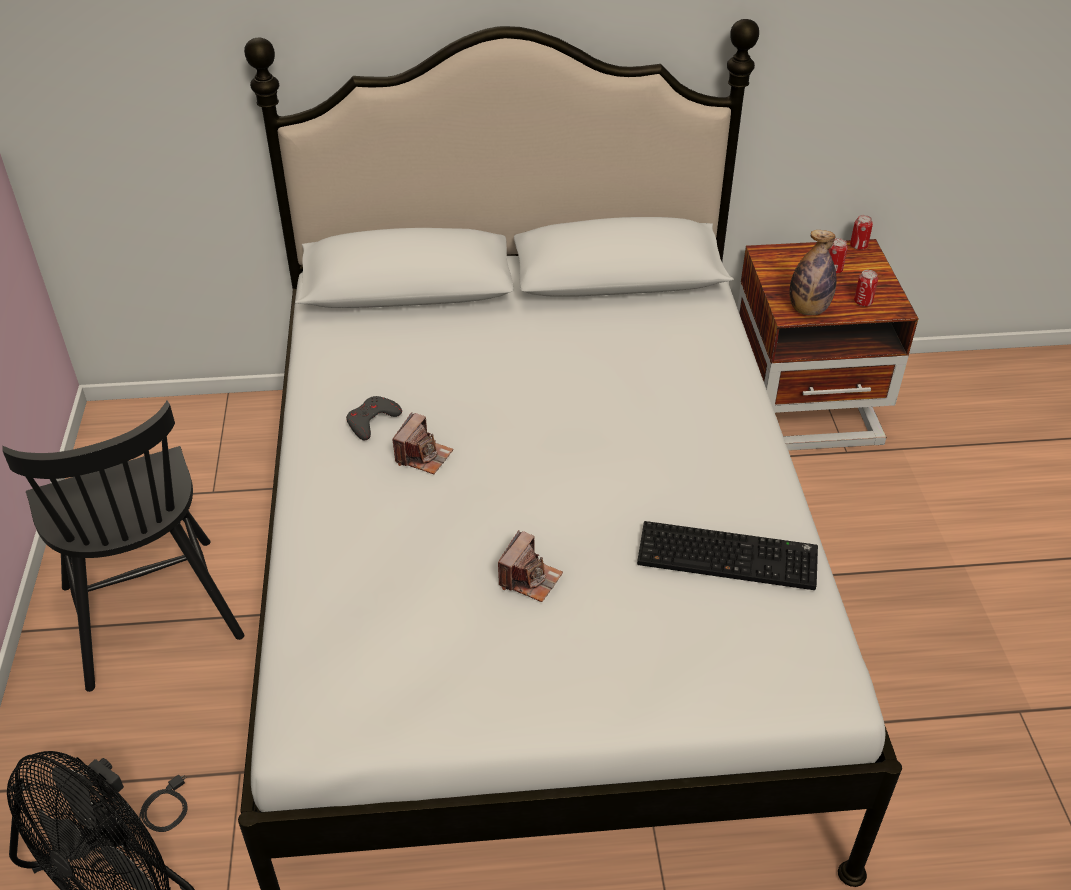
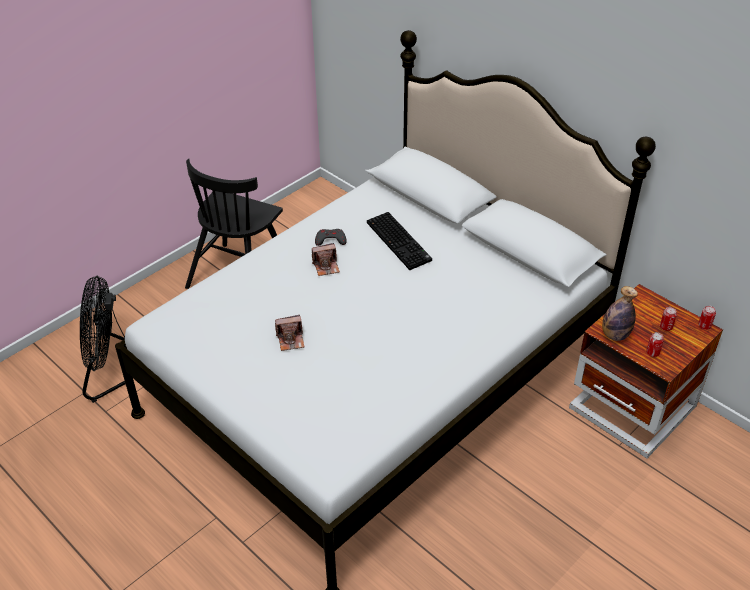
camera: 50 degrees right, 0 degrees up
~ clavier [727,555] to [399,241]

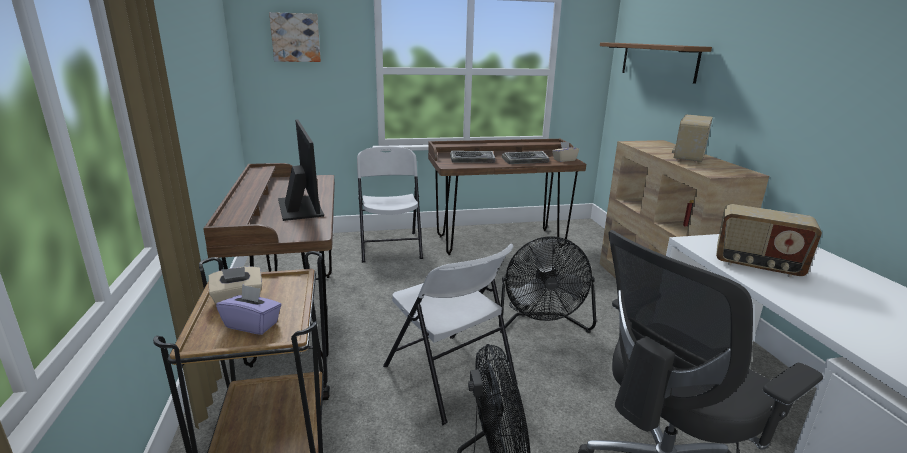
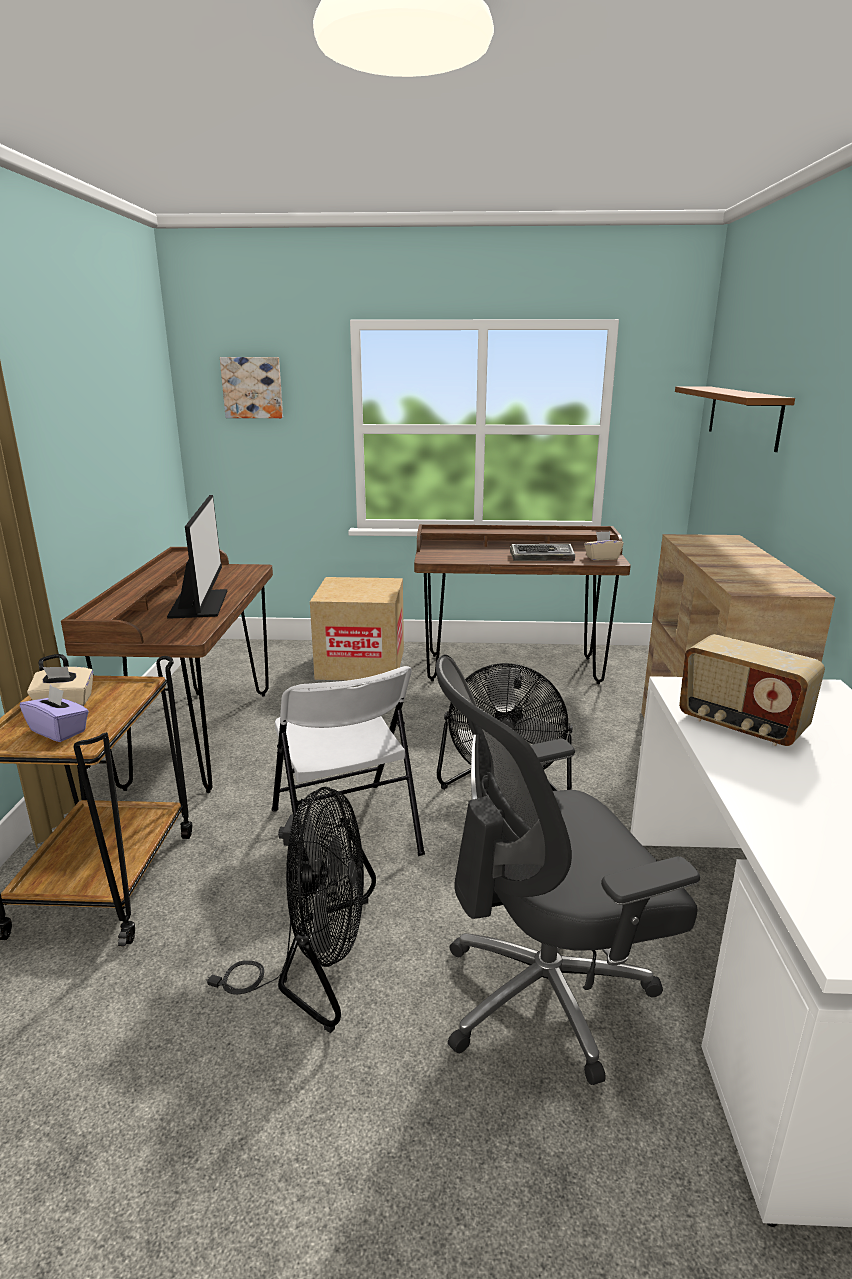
camera: 15 degrees right, 0 degrees up
~ chaise (blanc) [390,204] to carton [357,628]
- clavier [472,157]
- radio [692,138]

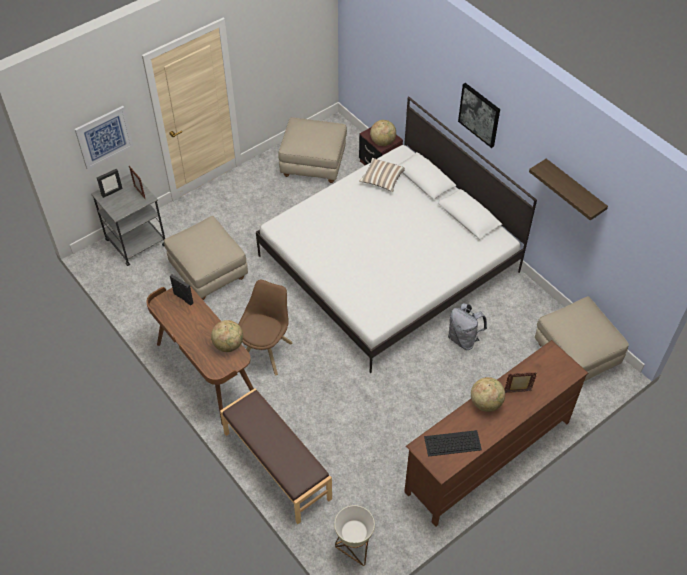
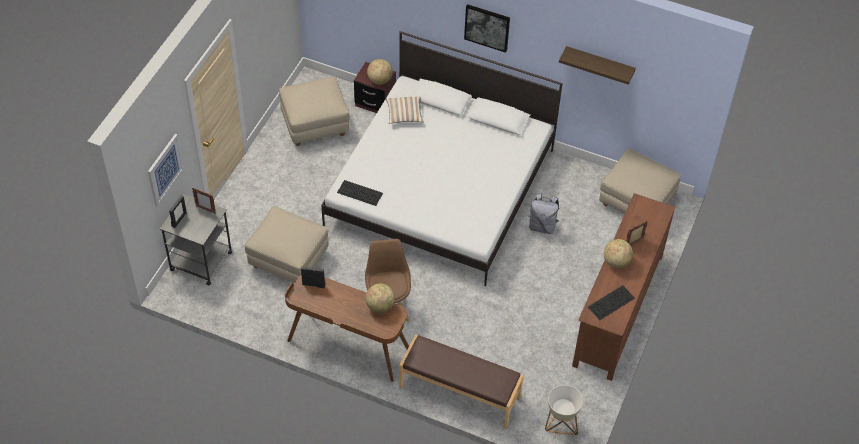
camera: 30 degrees left, 0 degrees up
+ clavier [360,193]

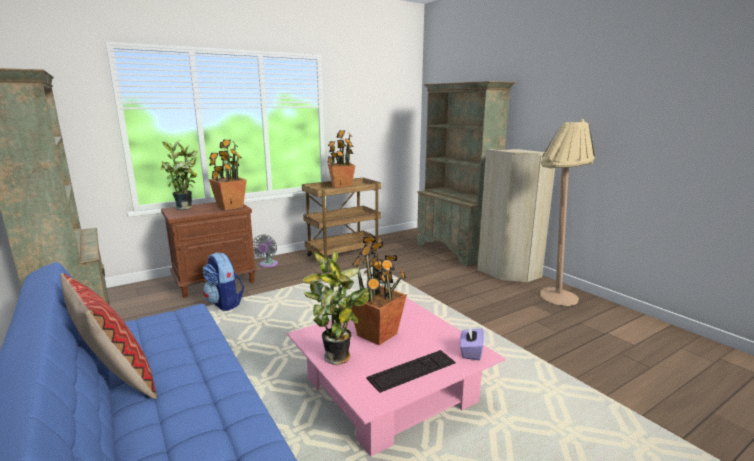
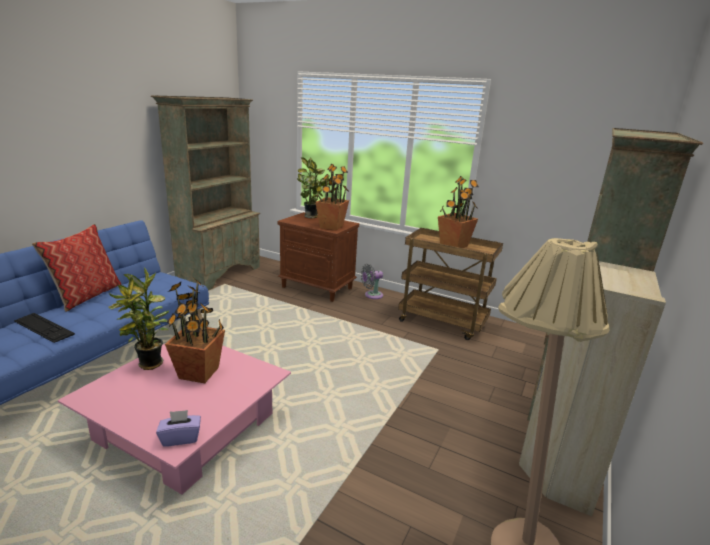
camera: 60 degrees right, 5 degrees up
- sac à dos [223,281]
~ clavier [411,371] to [44,328]

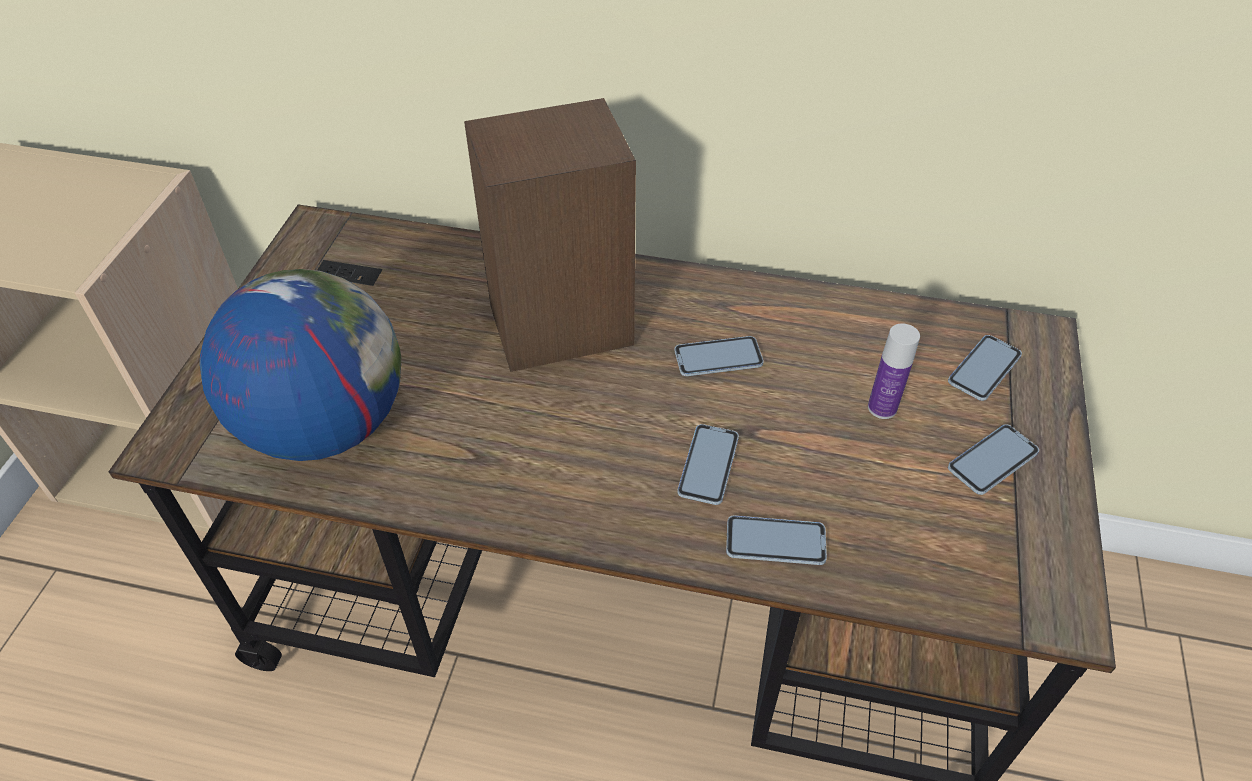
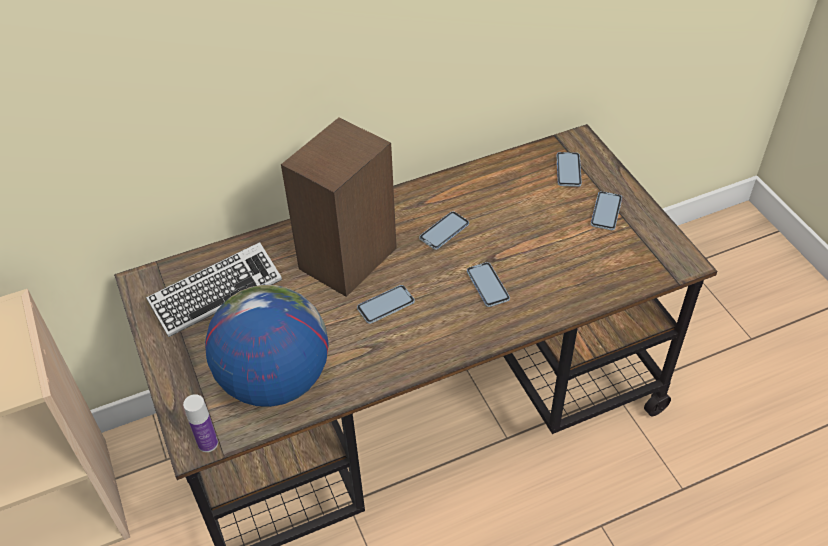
camera: 35 degrees left, 0 degrees up
~ téléphone [776,540] to [386,304]
~ bouteille [894,371] to [200,423]
+ clavier [214,289]

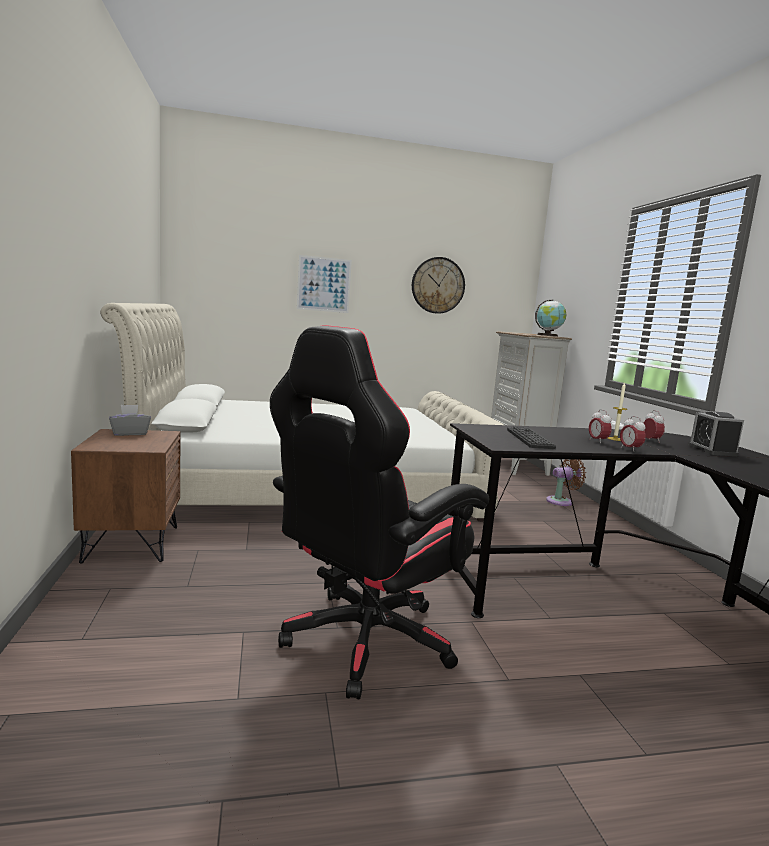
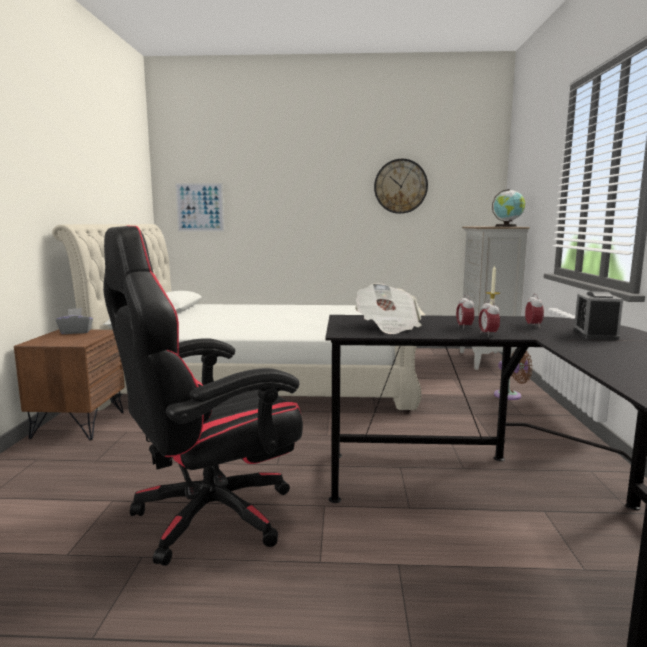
camera: 15 degrees right, 0 degrees up
~ tableau [324,284] to [199,207]
~ clavier [531,438] to journal [388,308]

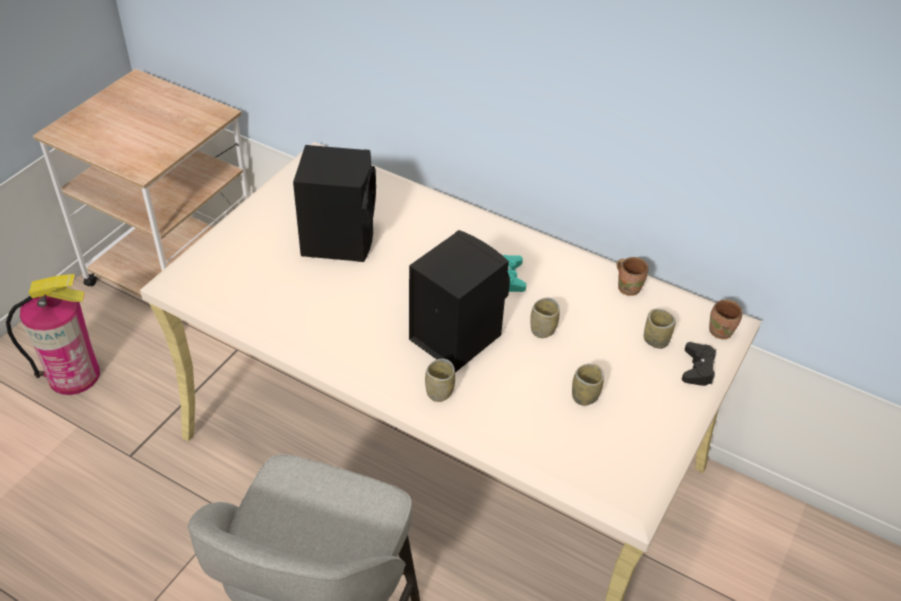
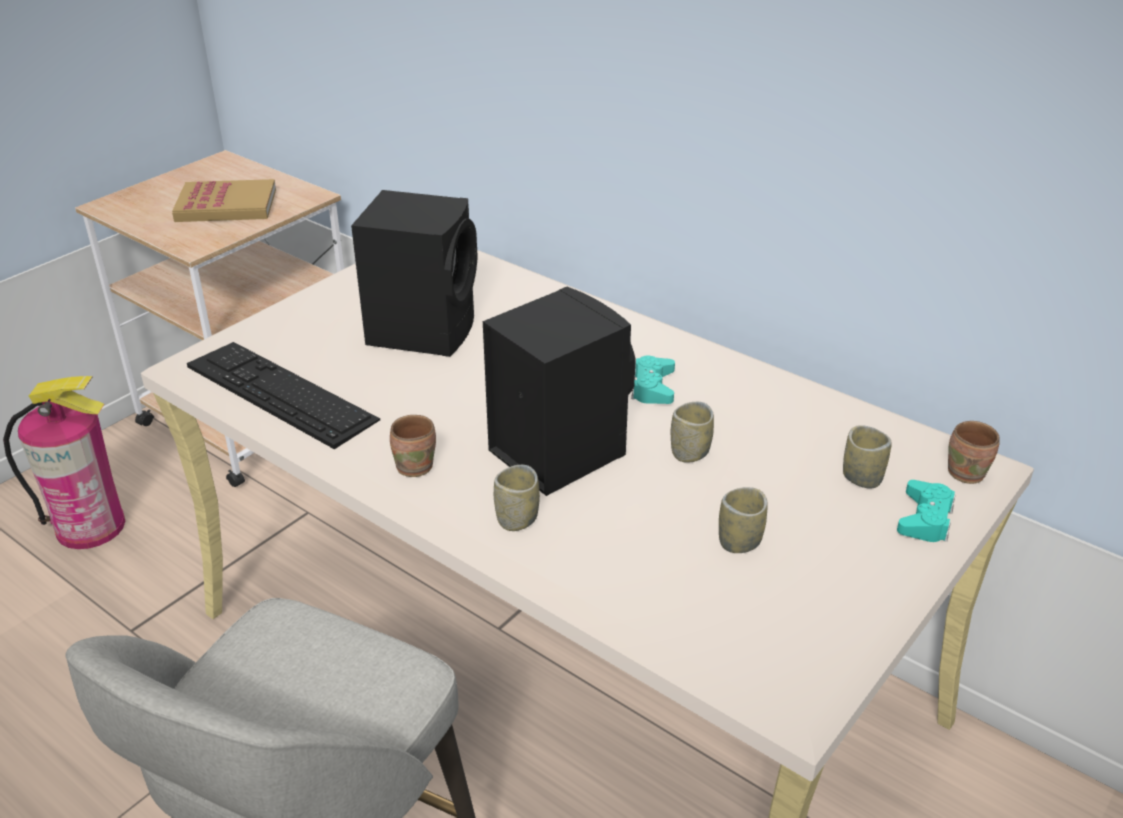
camera: 10 degrees right, 10 degrees down
~ mug (marron) [633,276] to [413,446]
~ manette (noir) [699,364] to manette (turquoise) [926,511]
+ livre [224,200]
+ clavier [283,395]

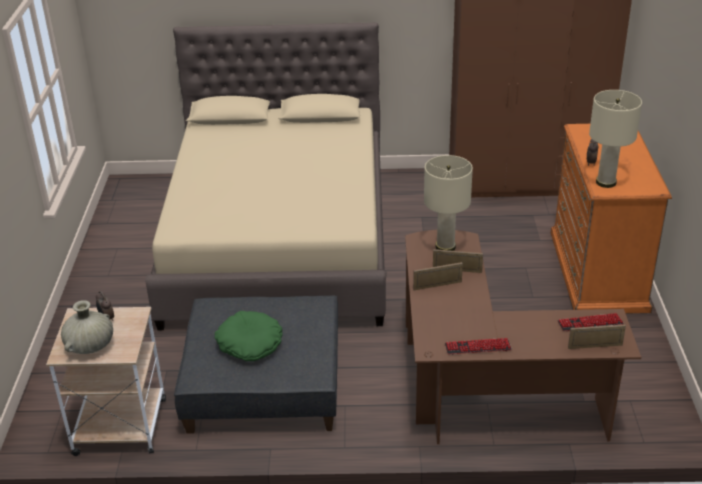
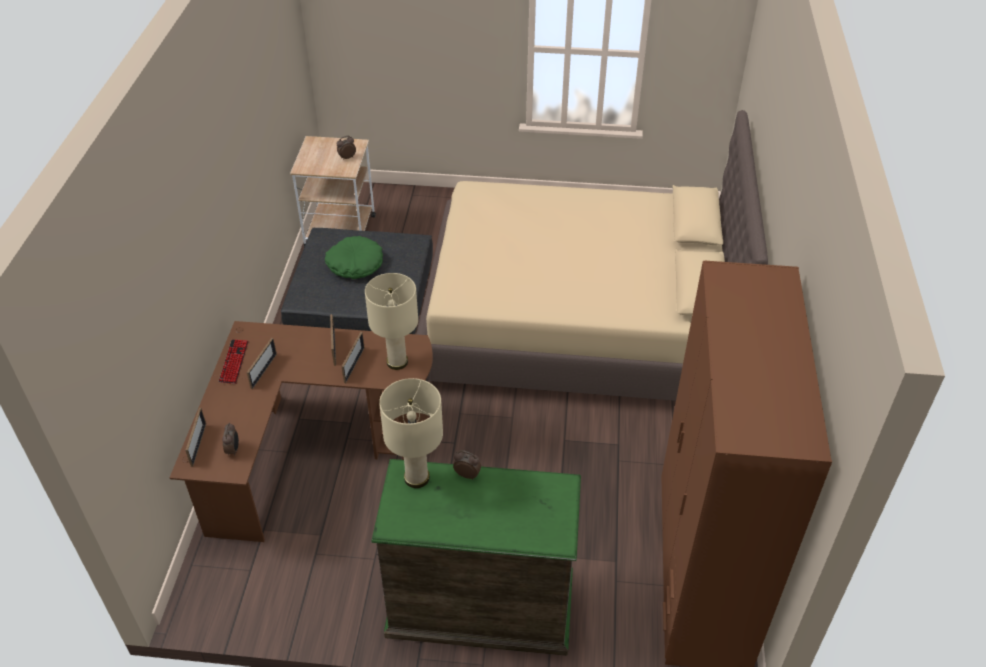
camera: 95 degrees right, 10 degrees up
- vase (beige) [87,327]
~ commode (orange) [611,219] to commode (vert) [476,557]
~ clavier [590,322] to réveil [230,439]
+ cadre photo [262,363]

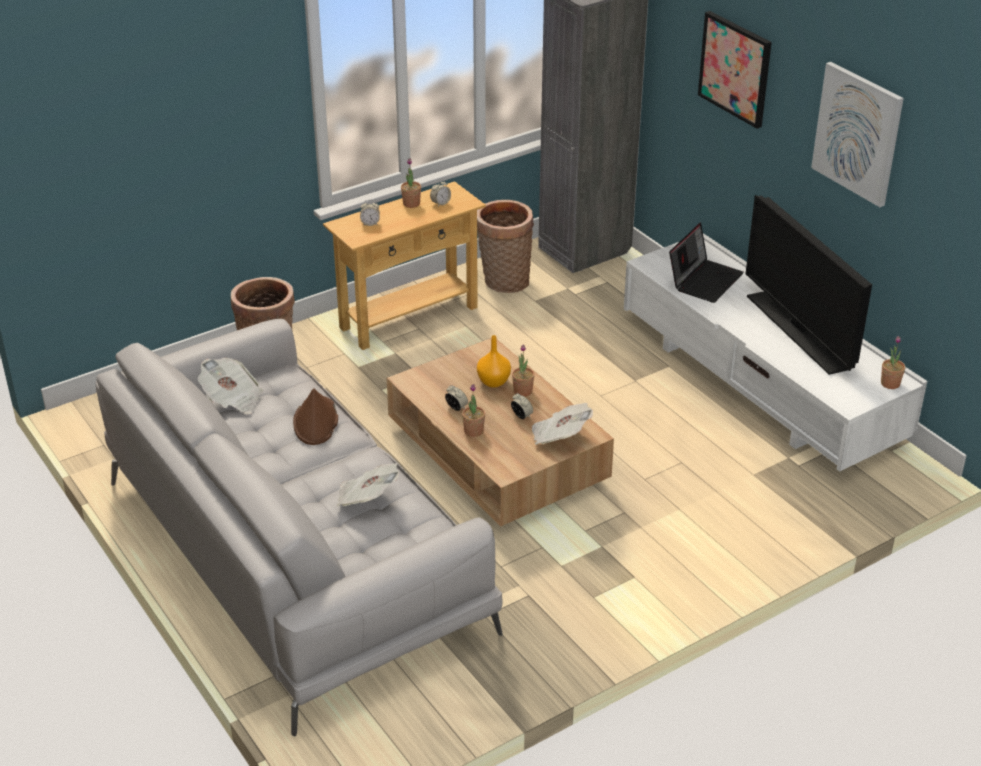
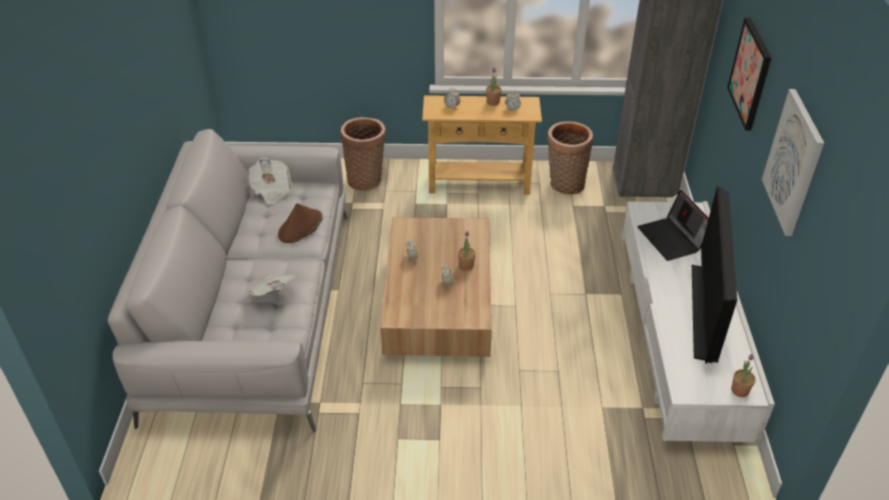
camera: 35 degrees right, 5 degrees up
- plante en pot [473,410]
- vase (orange) [494,361]
- journal [562,424]
~ ordinateur portable [706,263] = [673,225] 90 degrees clockwise

